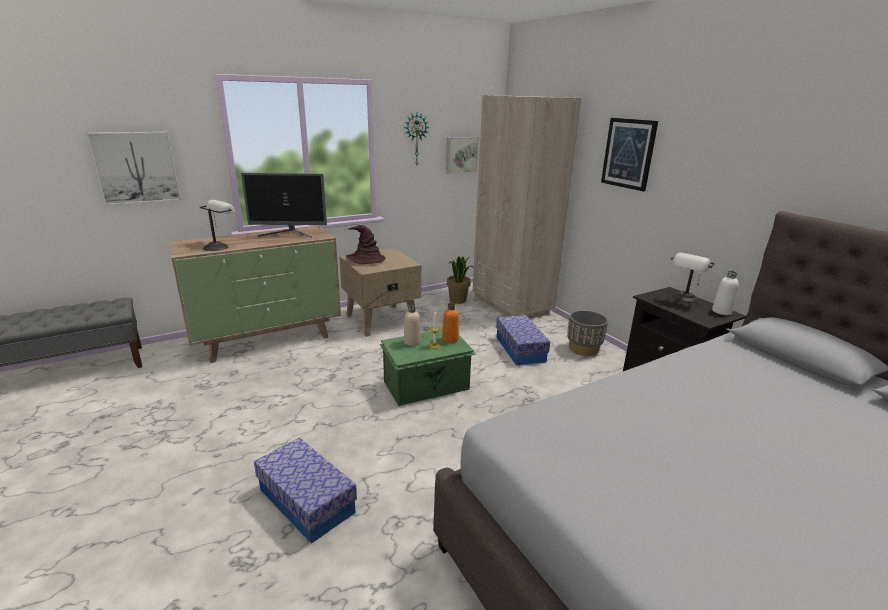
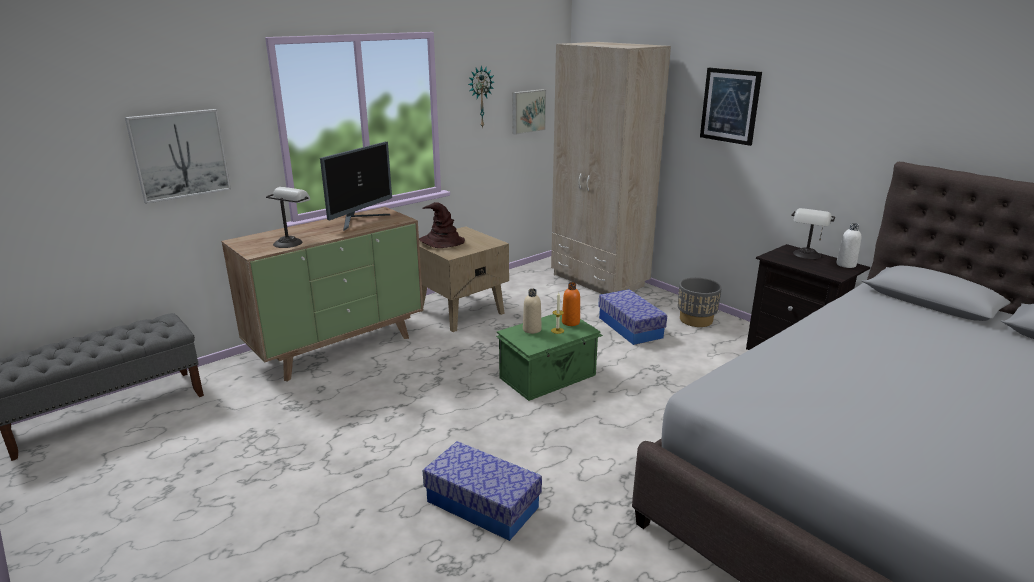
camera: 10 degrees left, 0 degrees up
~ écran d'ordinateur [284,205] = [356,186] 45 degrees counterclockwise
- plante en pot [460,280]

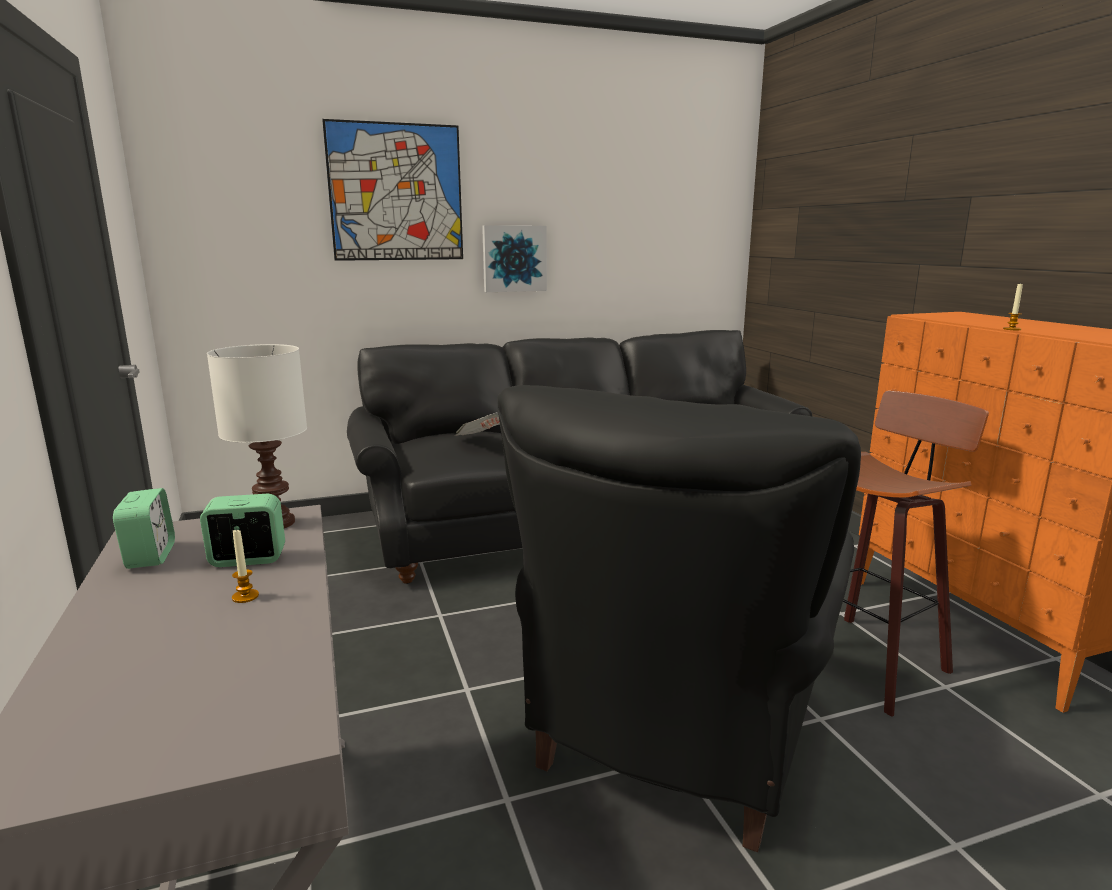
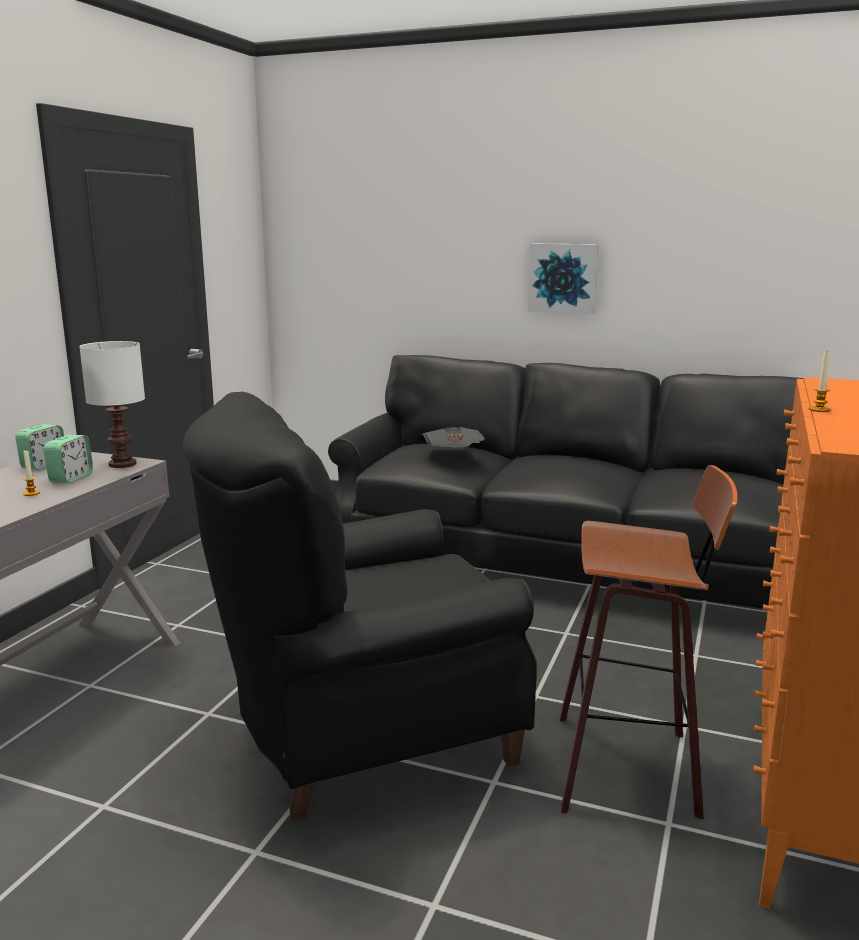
camera: 40 degrees right, 0 degrees up
~ réveil [242,530] = [68,459] 75 degrees clockwise
- tableau [392,190]

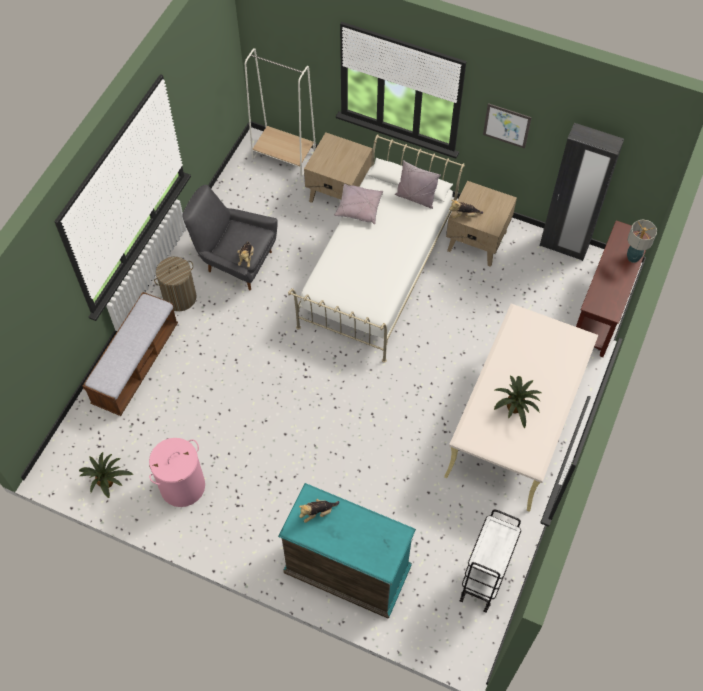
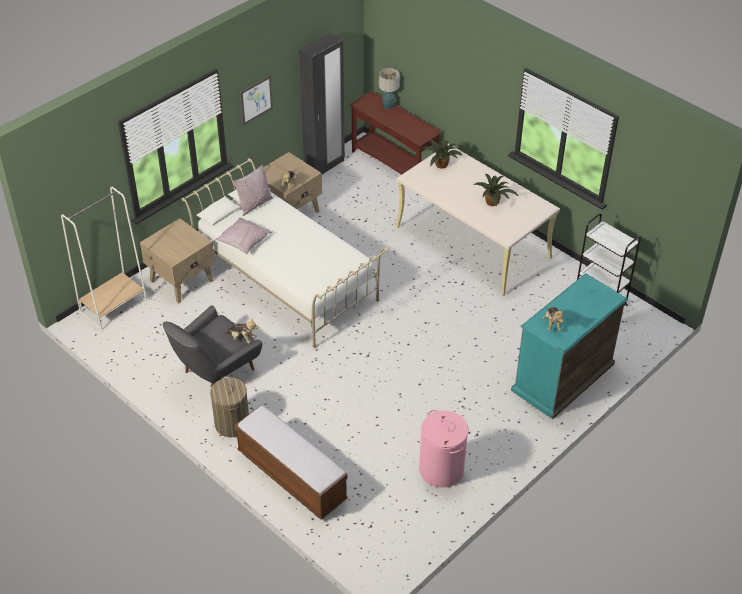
camera: 70 degrees left, 15 degrees down
~ plante en pot [106,475] to [443,154]

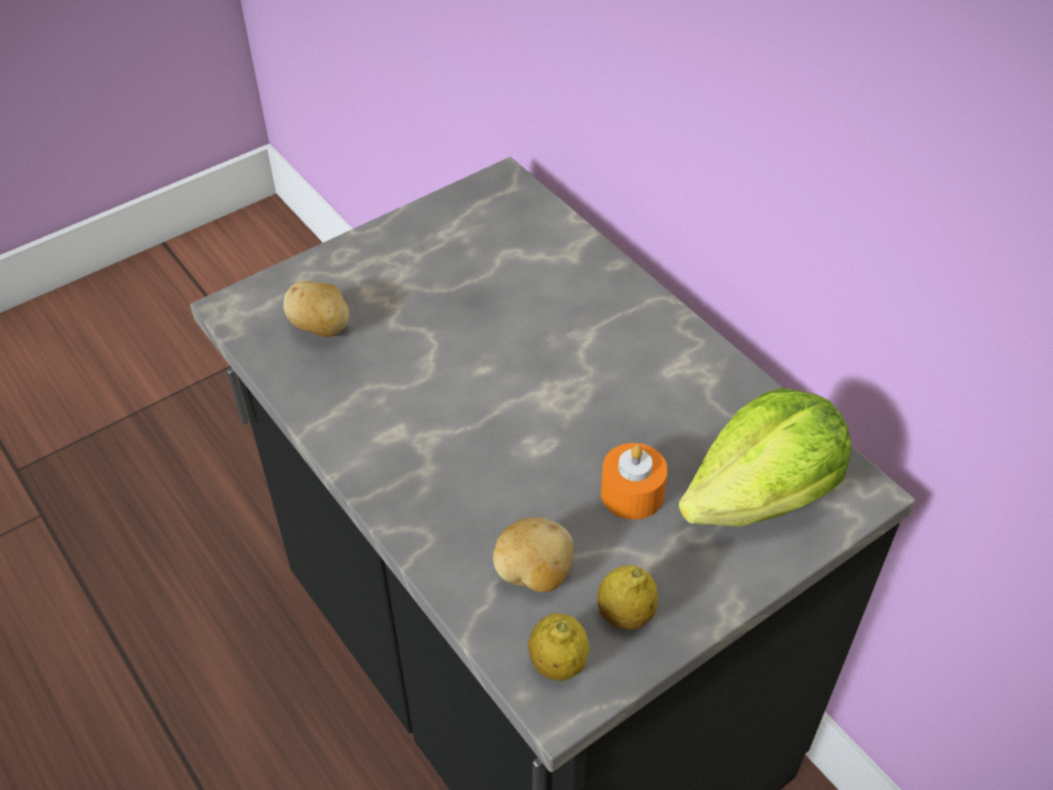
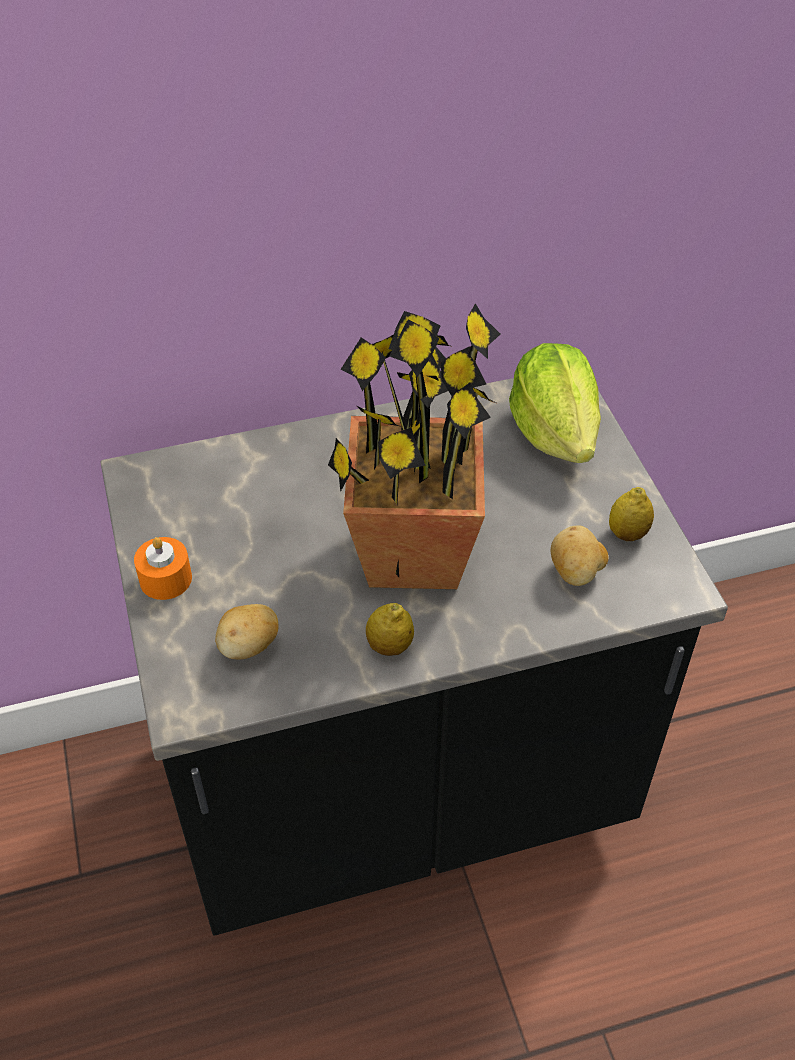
camera: 70 degrees left, 0 degrees up
~ citron [558,647] to [390,629]
~ bougie (orange) [634,481] to [163,568]
+ plante en pot [414,446]

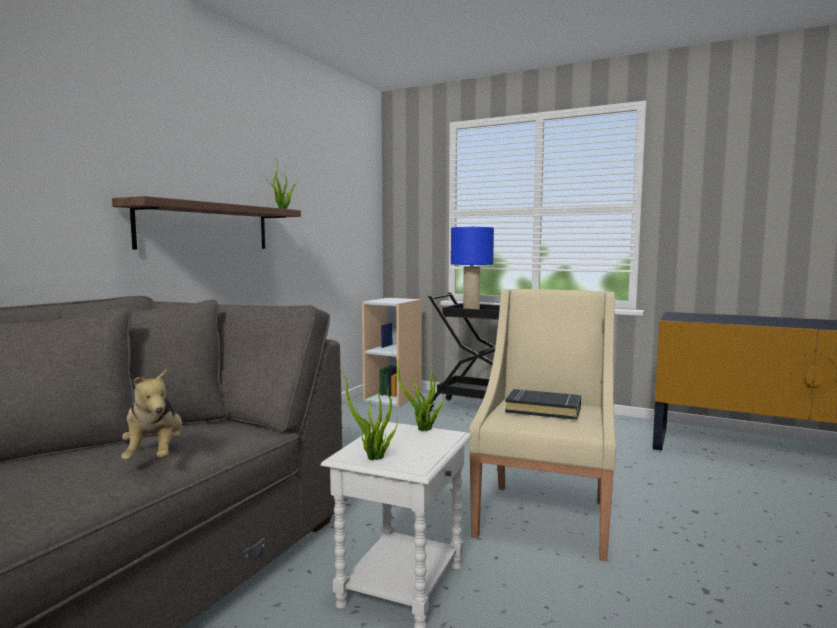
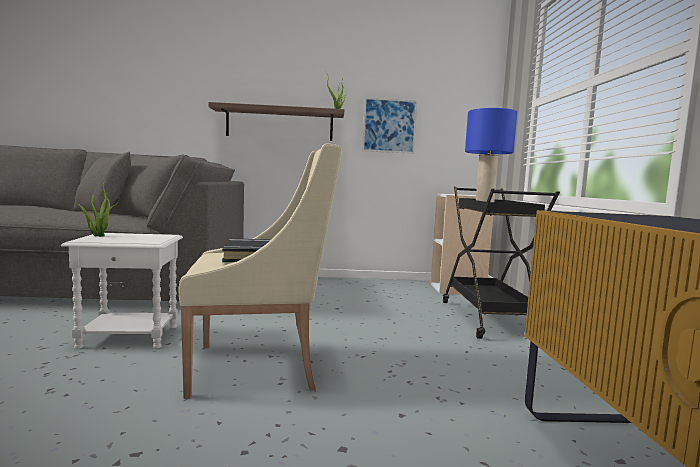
camera: 60 degrees right, 0 degrees up
- peluche [151,414]
- plante en pot [419,392]
+ tableau [389,125]

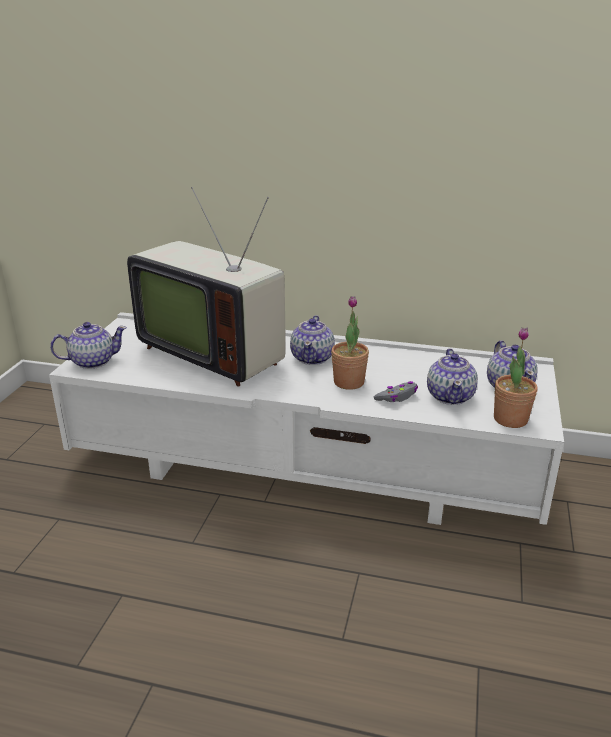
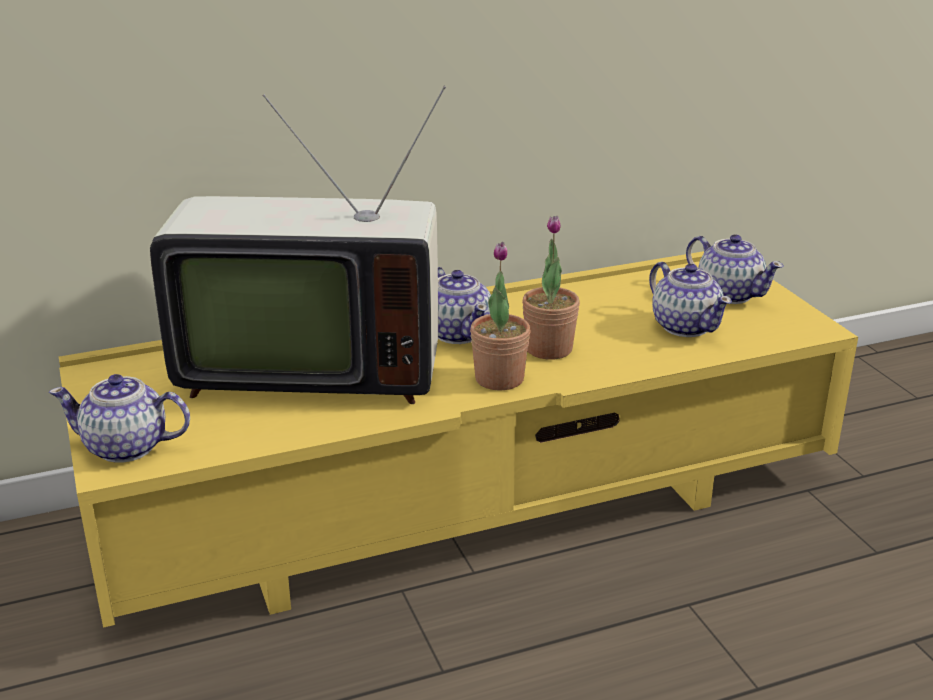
camera: 35 degrees left, 0 degrees up
~ meuble télé (blanc) [306,418] to meuble télé (jaune) [458,439]
~ théière [88,345] = [119,418] 120 degrees counterclockwise
- manette (gris) [396,391]
~ plante en pot [516,378] to [500,316]

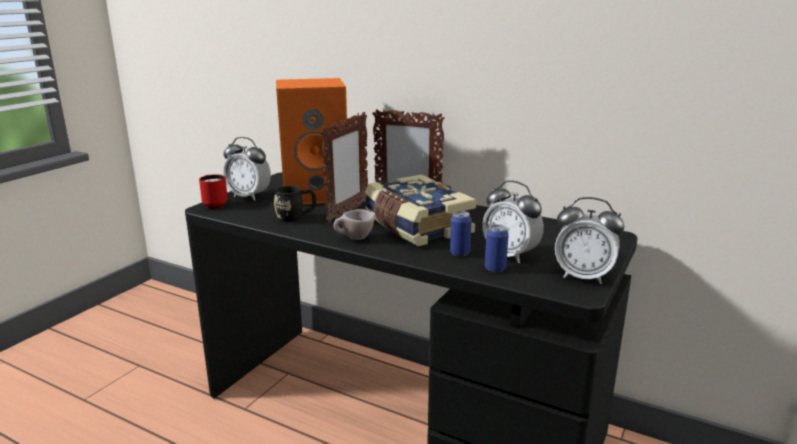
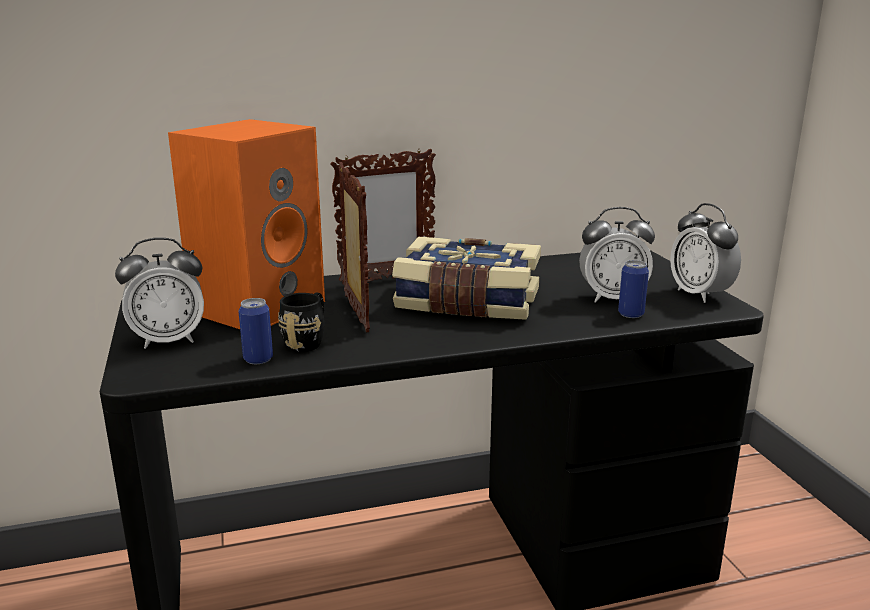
camera: 45 degrees left, 0 degrees up
- mug (rouge) [213,191]
- tasse (beige) [354,224]
~ boîte métallique [461,233] to [255,331]
~ réveil [589,240] = [705,253] 90 degrees clockwise

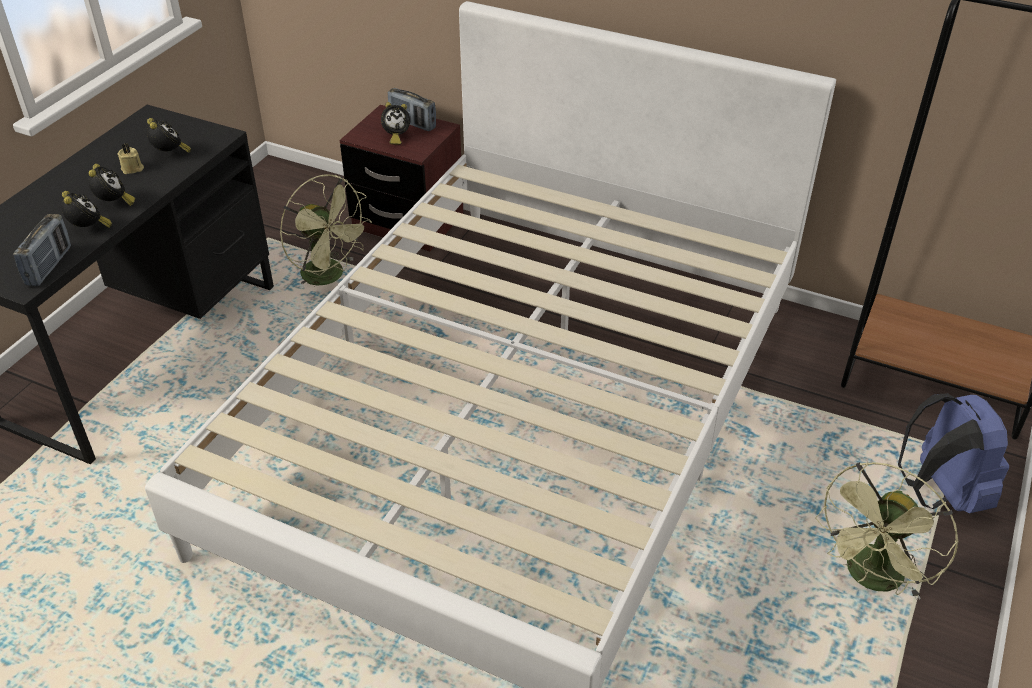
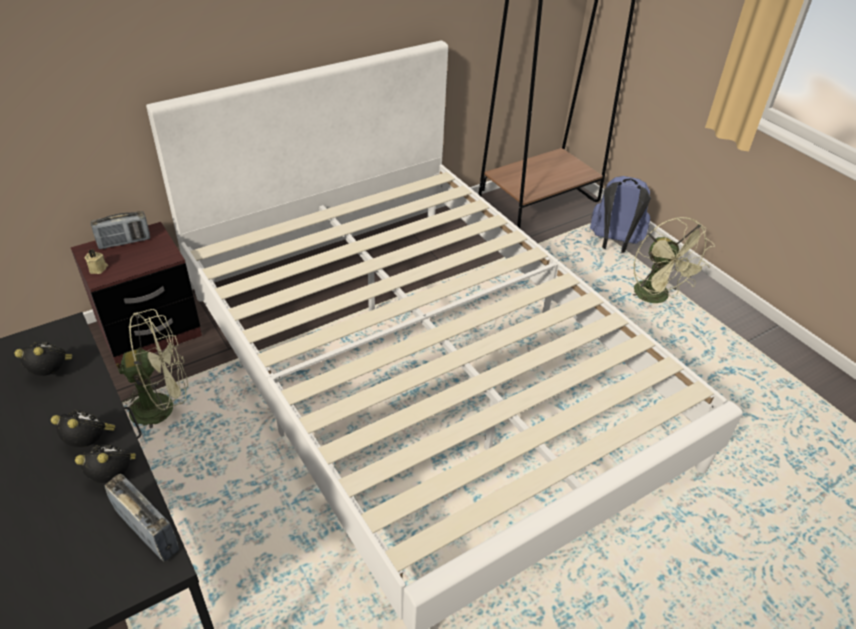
camera: 60 degrees left, 0 degrees up
~ bougie (beige) [130,158] to [96,261]
- réveil [395,123]

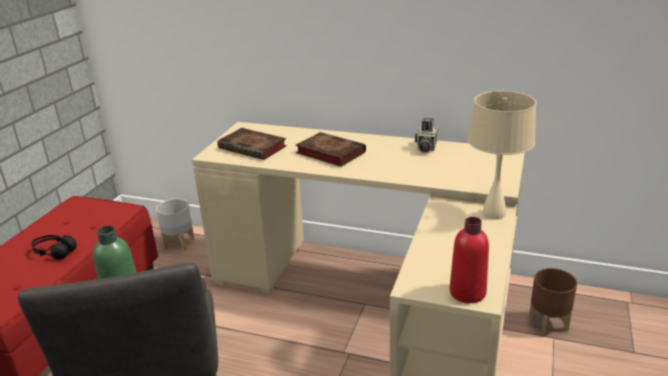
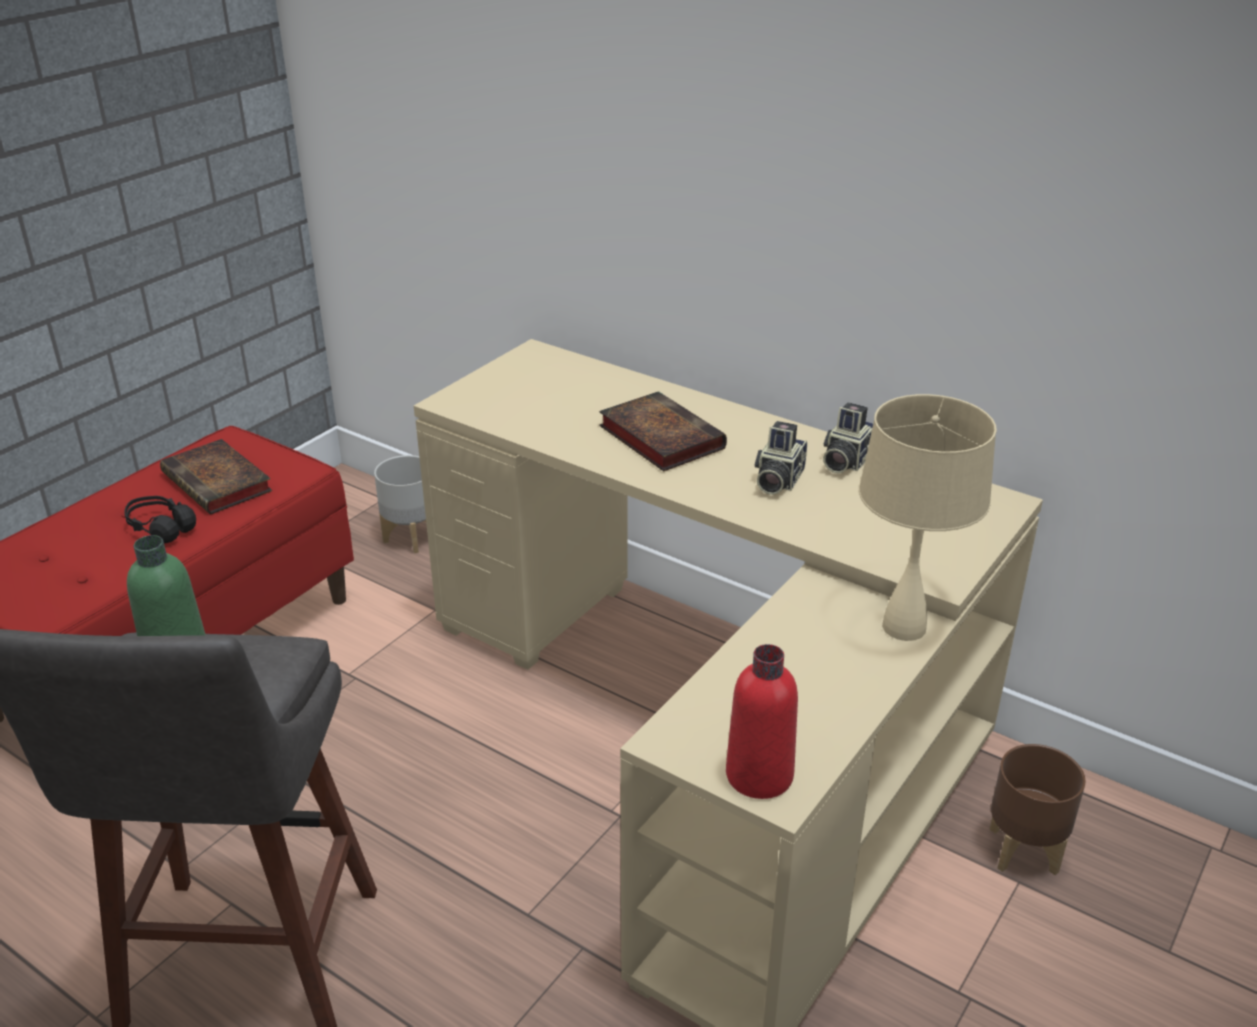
camera: 15 degrees right, 5 degrees up
~ livre [252,144] to [216,477]
+ appareil photo [781,458]

